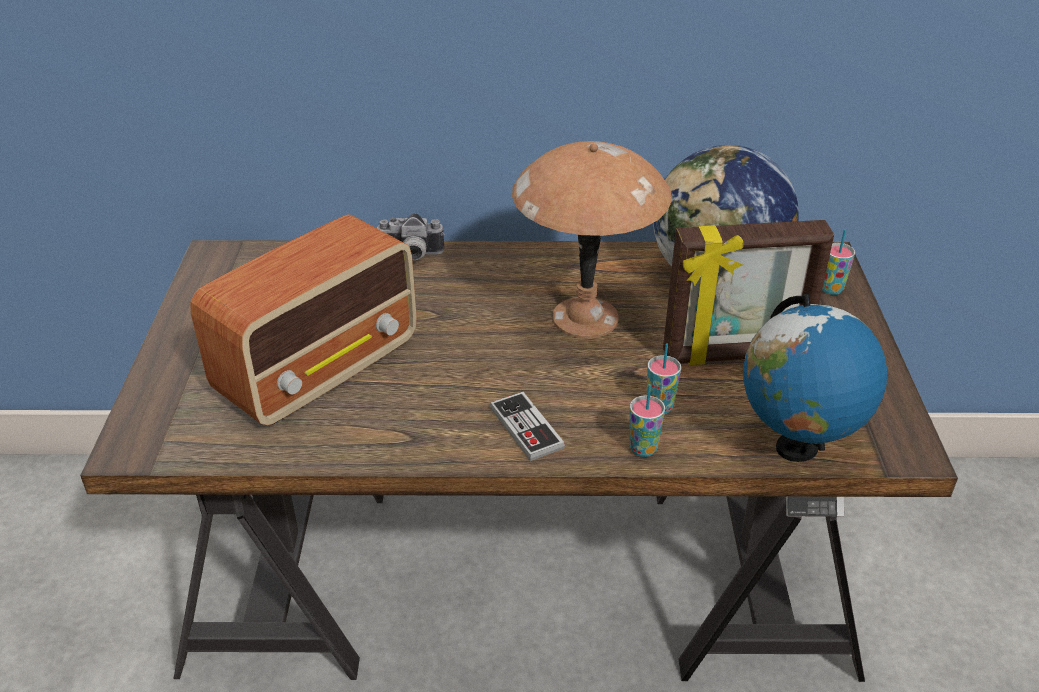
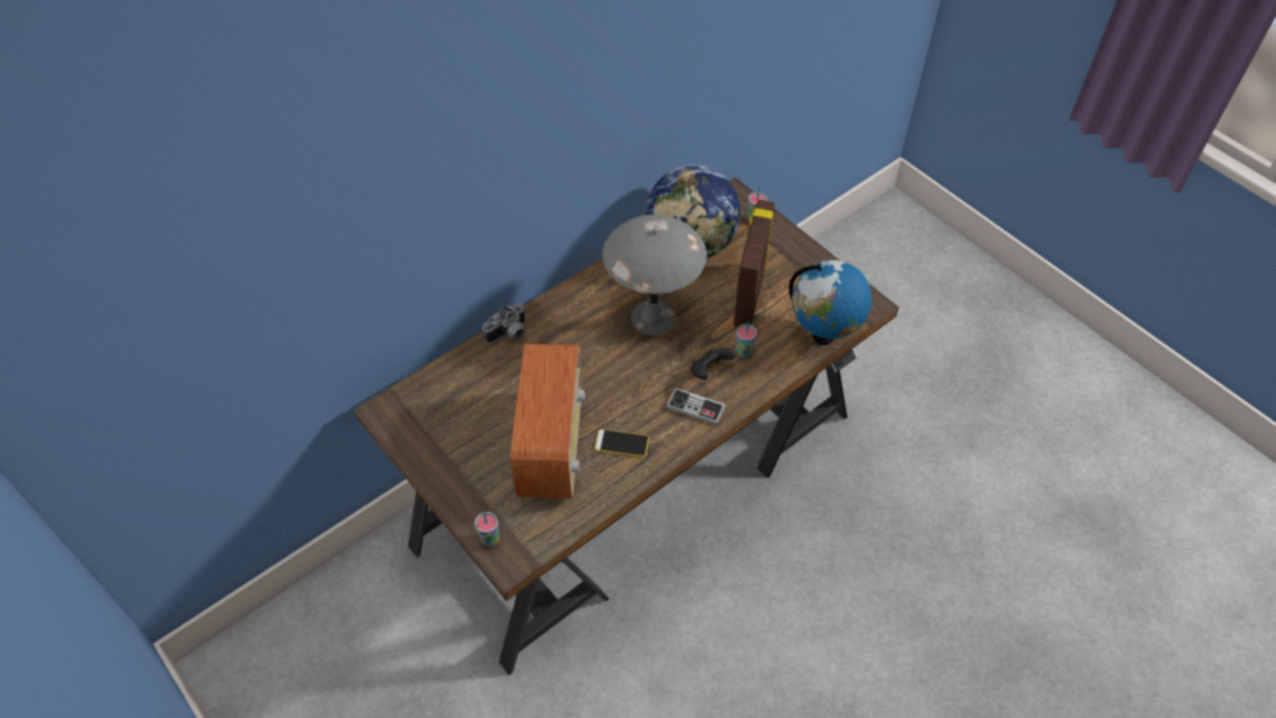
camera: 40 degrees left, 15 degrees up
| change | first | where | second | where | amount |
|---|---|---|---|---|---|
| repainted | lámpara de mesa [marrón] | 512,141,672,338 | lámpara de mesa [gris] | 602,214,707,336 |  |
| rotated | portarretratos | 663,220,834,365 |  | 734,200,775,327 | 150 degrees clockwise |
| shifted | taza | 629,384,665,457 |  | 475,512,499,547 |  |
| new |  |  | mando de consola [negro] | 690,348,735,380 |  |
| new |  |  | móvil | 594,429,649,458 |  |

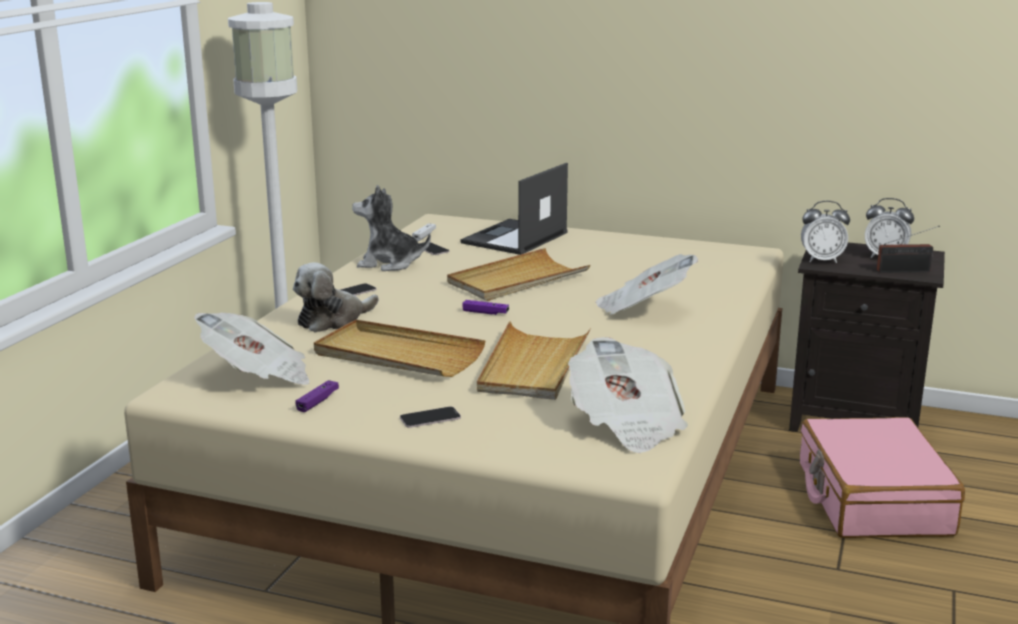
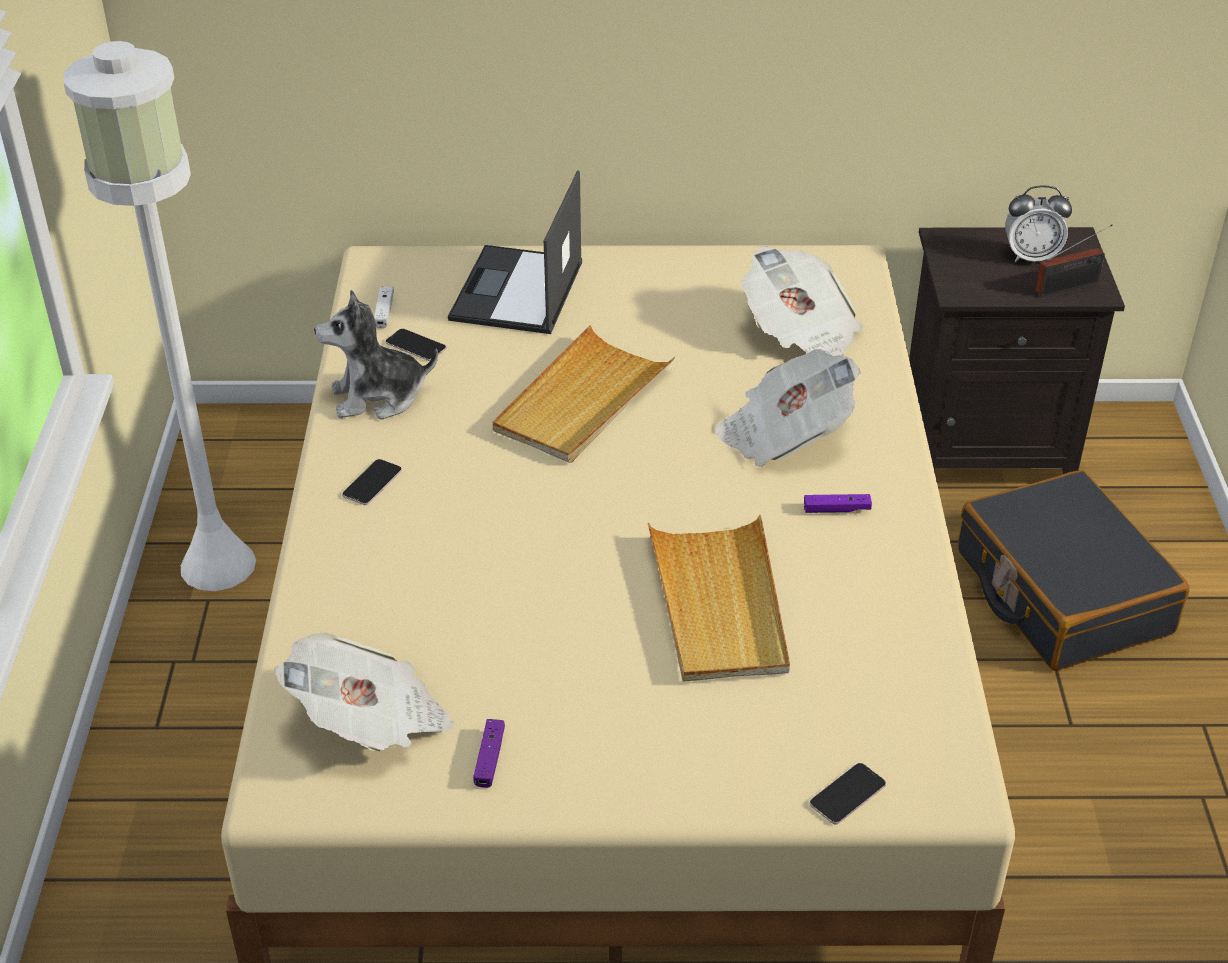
camera: 20 degrees left, 20 degrees up
| change | first | where | second | where | amount |
|---|---|---|---|---|---|
| gone | despertador | 801,201,850,263 |  |  |  |
| gone | peluche | 293,262,379,332 |  |  |  |
| shifted | mando de consola [morado] | 462,300,509,315 |  | 804,494,872,513 |  |
| gone | bandeja [beis] | 314,320,486,377 |  |  |  |
| shifted | periódico | 568,337,688,453 |  | 742,246,863,356 |  |
| shifted | móvil | 400,406,461,428 |  | 809,763,886,824 |  |
| repainted | maleta [rosa] | 800,417,965,538 | maleta [negro] | 958,470,1190,671 |  |

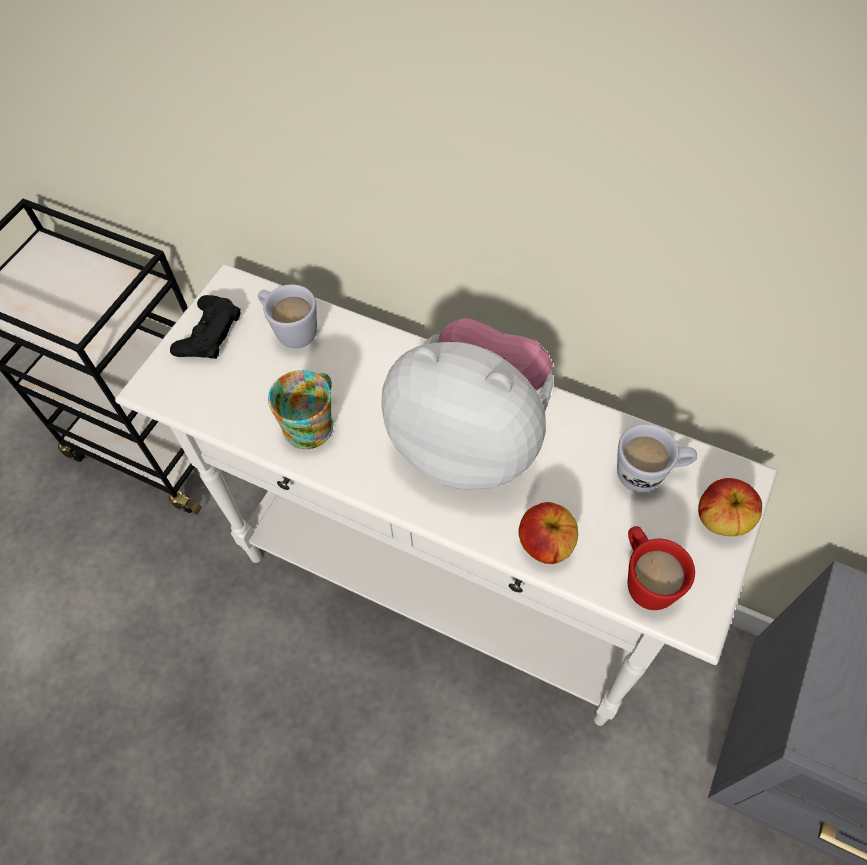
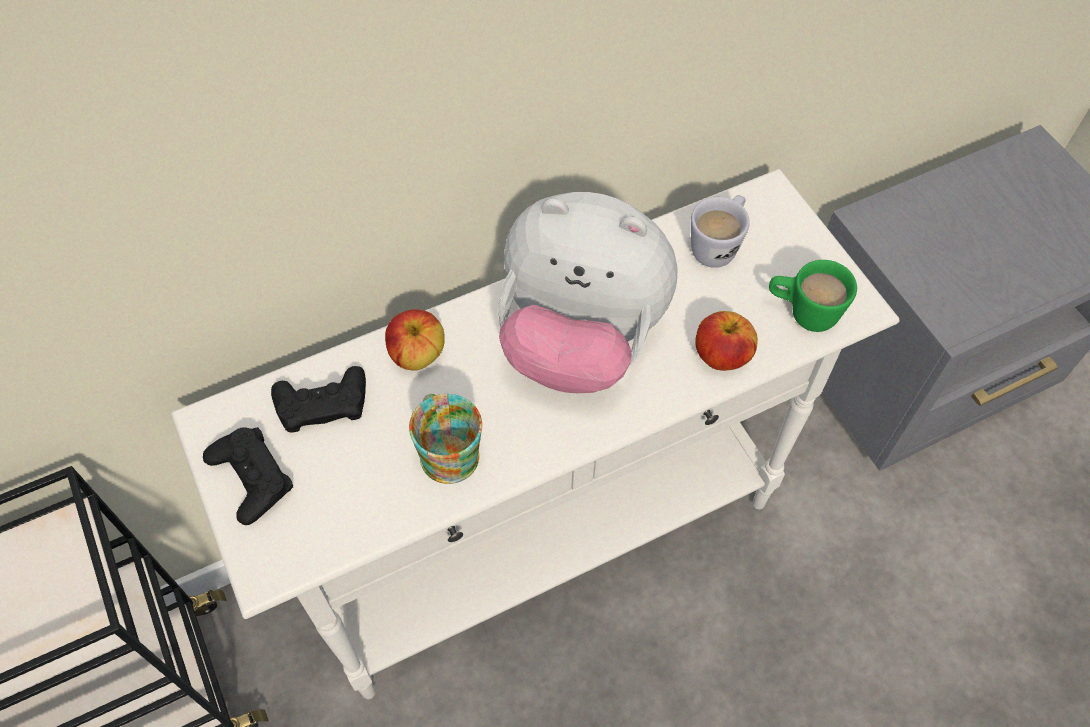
camera: 55 degrees left, 0 degrees up
| change | first | where | second | where | amount |
|---|---|---|---|---|---|
| swapped | taza grande [blanco] | 258,284,317,348 | mando de consola [negro] | 271,366,366,433 |  |
| rotated | peluche | 382,318,554,490 |  | 498,192,678,393 | 135 degrees counterclockwise |
| shifted | manzana | 698,478,762,536 |  | 385,309,445,371 |  |
| repainted | taza grande [rojo] | 628,526,695,610 | taza grande [verde] | 769,260,857,332 |  |

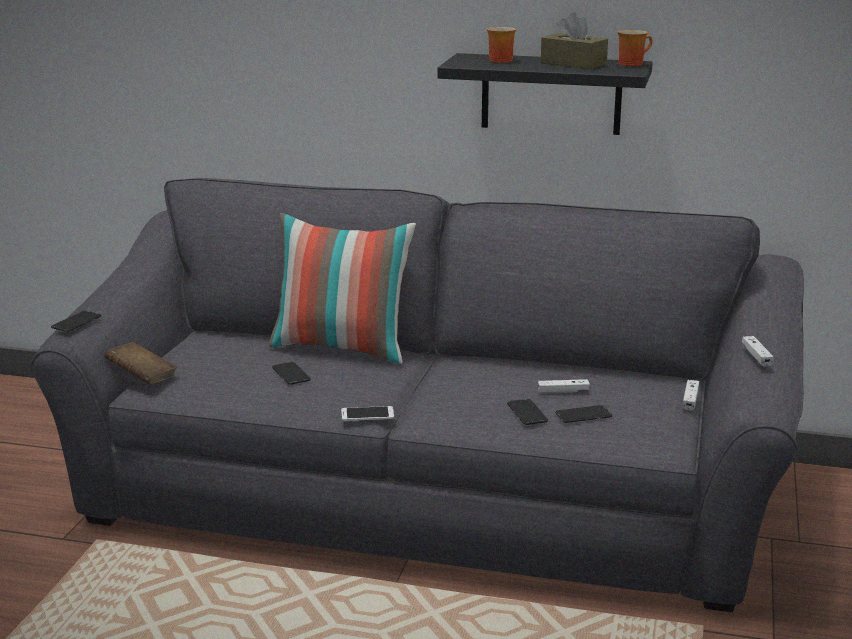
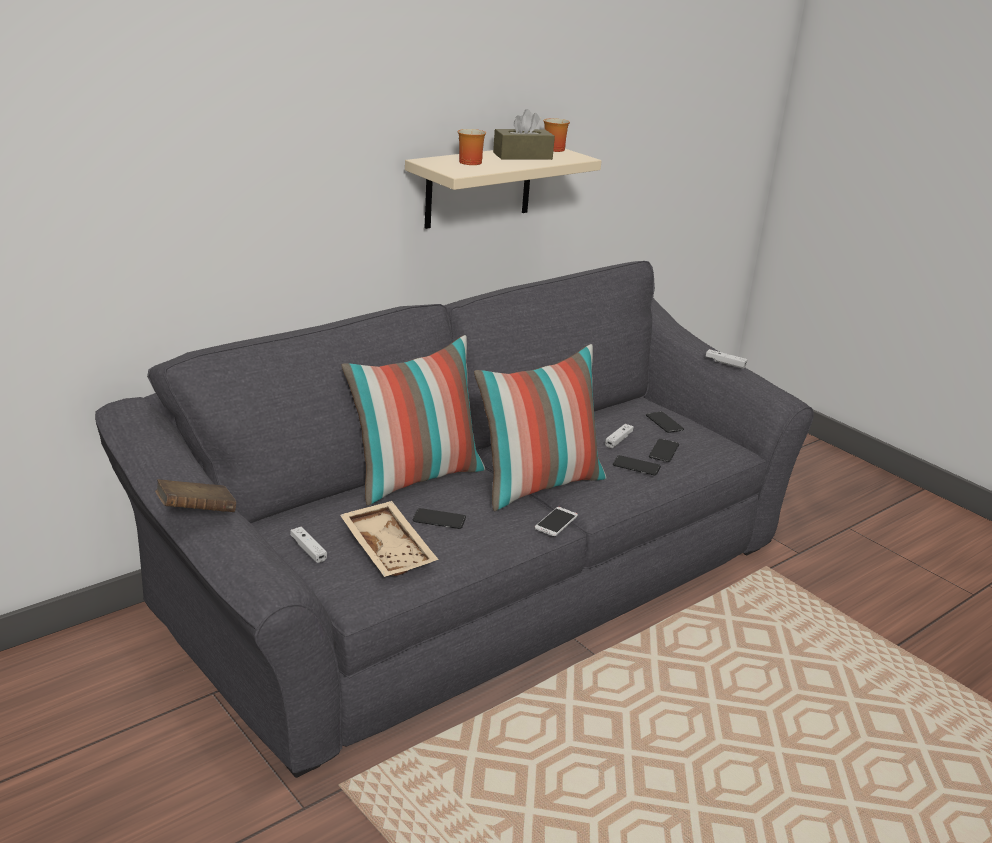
camera: 55 degrees left, 5 degrees up
| change | first | where | second | where | amount |
|---|---|---|---|---|---|
| repainted | estante [negro] | 437,53,653,135 | estante [beis] | 405,149,602,229 |  |
| shifted | móvil | 51,311,101,332 |  | 646,412,684,433 |  |
| shifted | libro [marrón] | 105,342,177,385 |  | 155,479,236,512 |  |
| shifted | mando de consola [blanco] | 683,380,699,410 |  | 290,527,327,563 |  |
| new |  |  | cojín | 474,344,607,511 |  |
| new |  |  | bandeja [beis] | 340,501,439,577 |  |

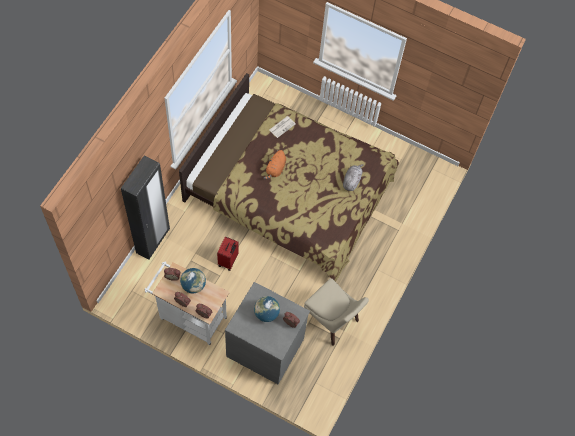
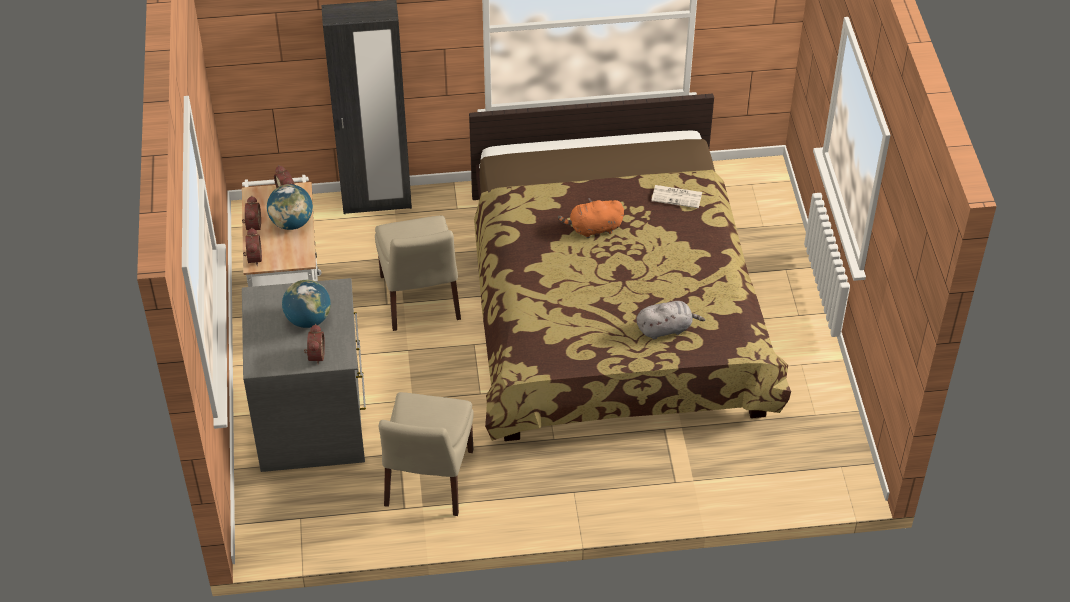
camera: 60 degrees right, 15 degrees down
| change | first | where | second | where | amount |
|---|---|---|---|---|---|
| swapped | maleta [rojo] | 217,237,238,271 | silla [beis] | 375,215,461,331 |  |

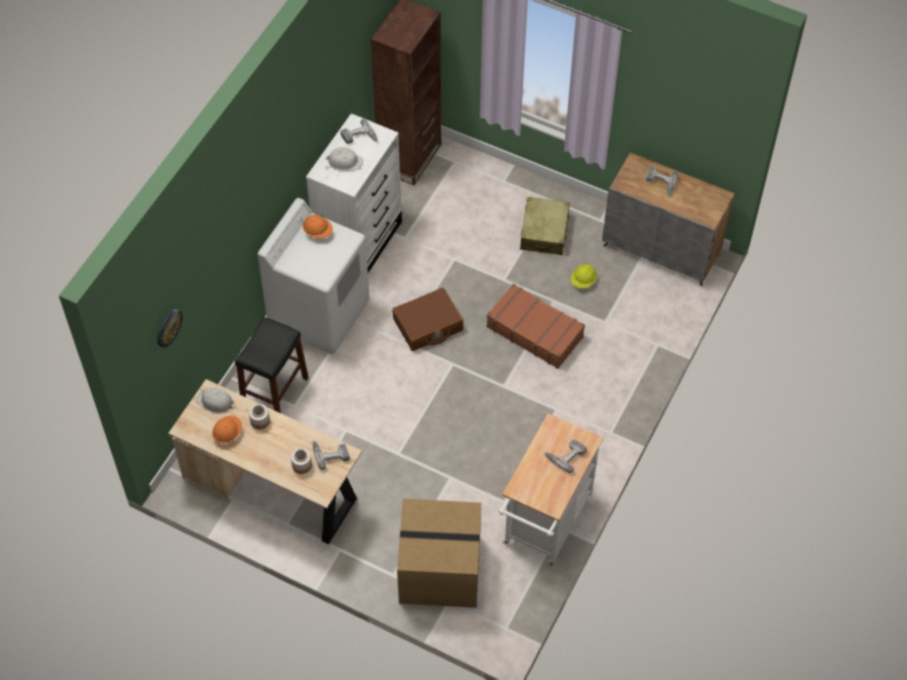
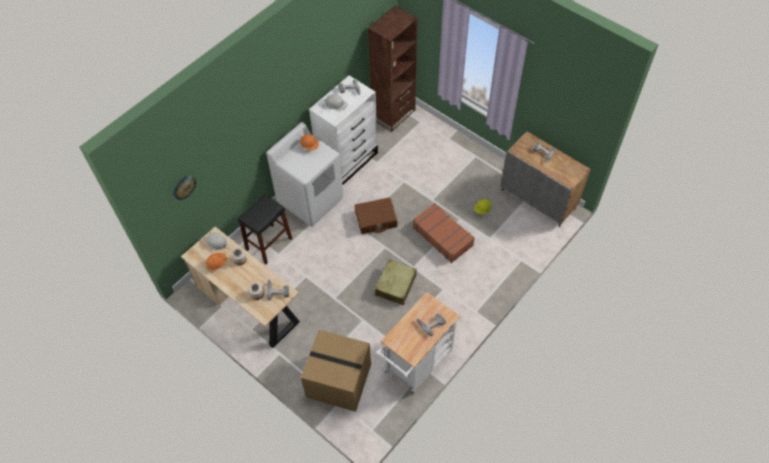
camera: 15 degrees right, 0 degrees up
| change | first | where | second | where | amount |
|---|---|---|---|---|---|
| shifted | maleta [beis] | 520,197,570,255 |  | 375,259,417,305 |  |

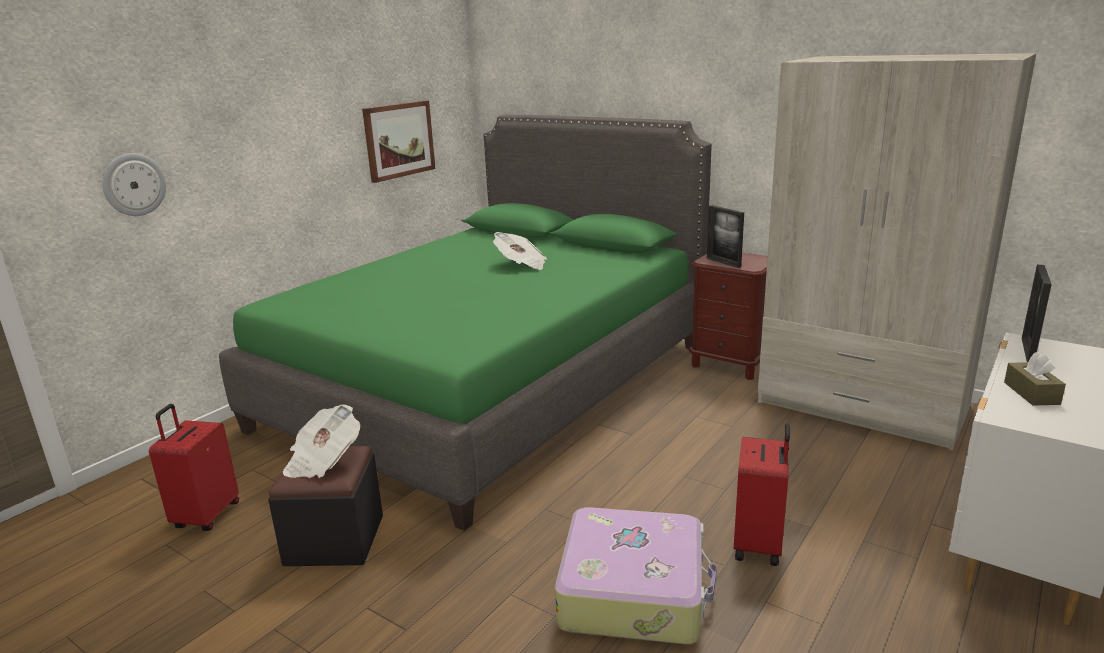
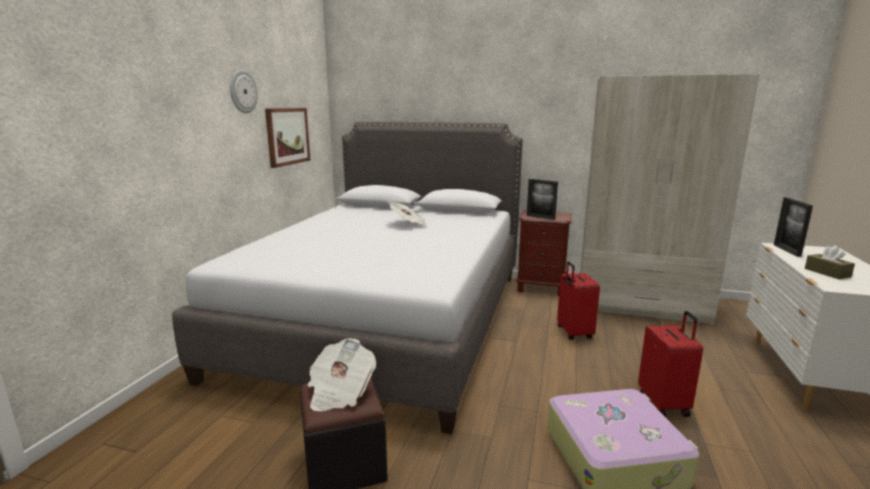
camera: 20 degrees left, 5 degrees down
| change | first | where | second | where | amount |
|---|---|---|---|---|---|
| repainted | cama [verde] | 219,115,712,531 | cama [gris] | 172,122,523,434 |  |
| shifted | reloj de pared | 102,153,166,216 |  | 230,70,258,113 |  |
| shifted | maleta [rojo] | 149,404,239,531 |  | 557,261,600,340 |  |

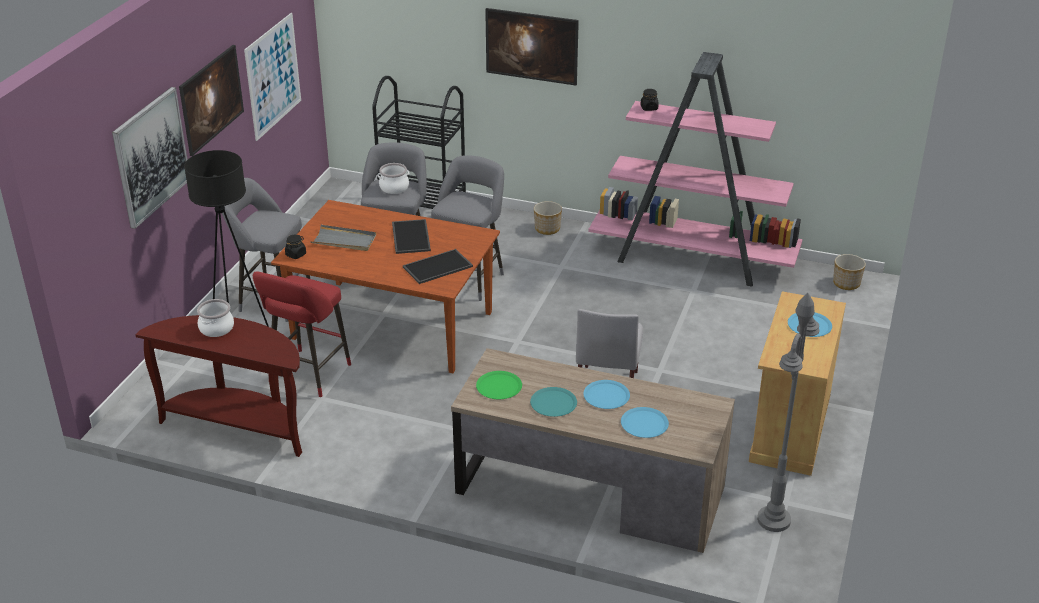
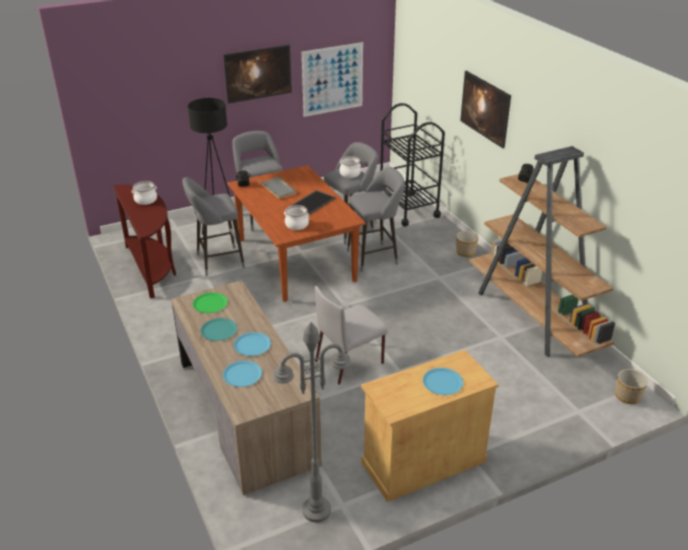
camera: 45 degrees right, 0 degrees up
| change | first | where | second | where | amount |
|---|---|---|---|---|---|
| repainted | estantería [rosa] | 588,52,803,287 | estantería [marrón] | 469,146,615,357 |  |
| gone | cuadro | 112,87,187,229 |  |  |  |
| swapped | bandeja | 403,249,473,284 | olla | 284,205,309,230 |  |
| repainted | taburete [rojo] | 253,271,351,397 | taburete [gris] | 182,177,245,276 |  |

